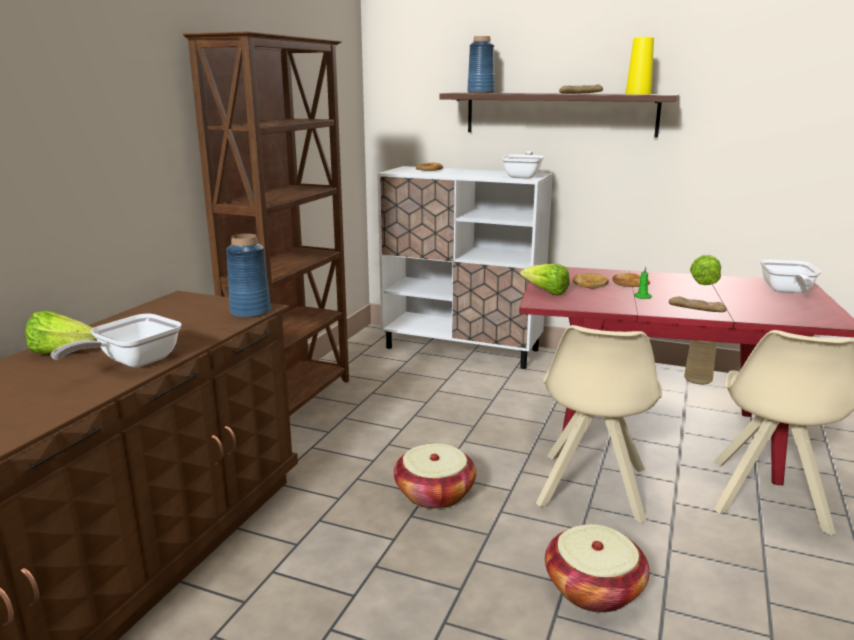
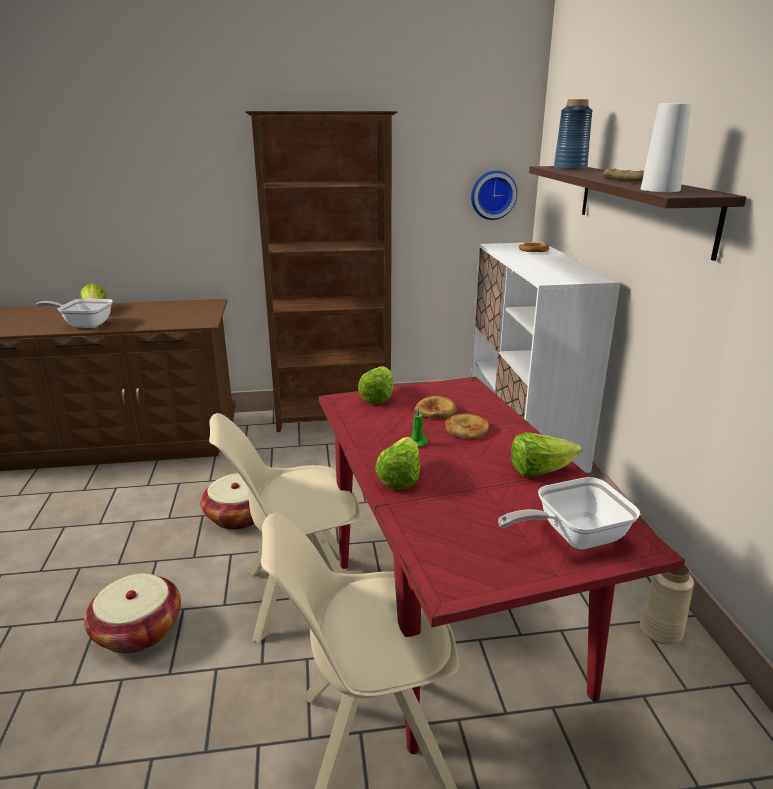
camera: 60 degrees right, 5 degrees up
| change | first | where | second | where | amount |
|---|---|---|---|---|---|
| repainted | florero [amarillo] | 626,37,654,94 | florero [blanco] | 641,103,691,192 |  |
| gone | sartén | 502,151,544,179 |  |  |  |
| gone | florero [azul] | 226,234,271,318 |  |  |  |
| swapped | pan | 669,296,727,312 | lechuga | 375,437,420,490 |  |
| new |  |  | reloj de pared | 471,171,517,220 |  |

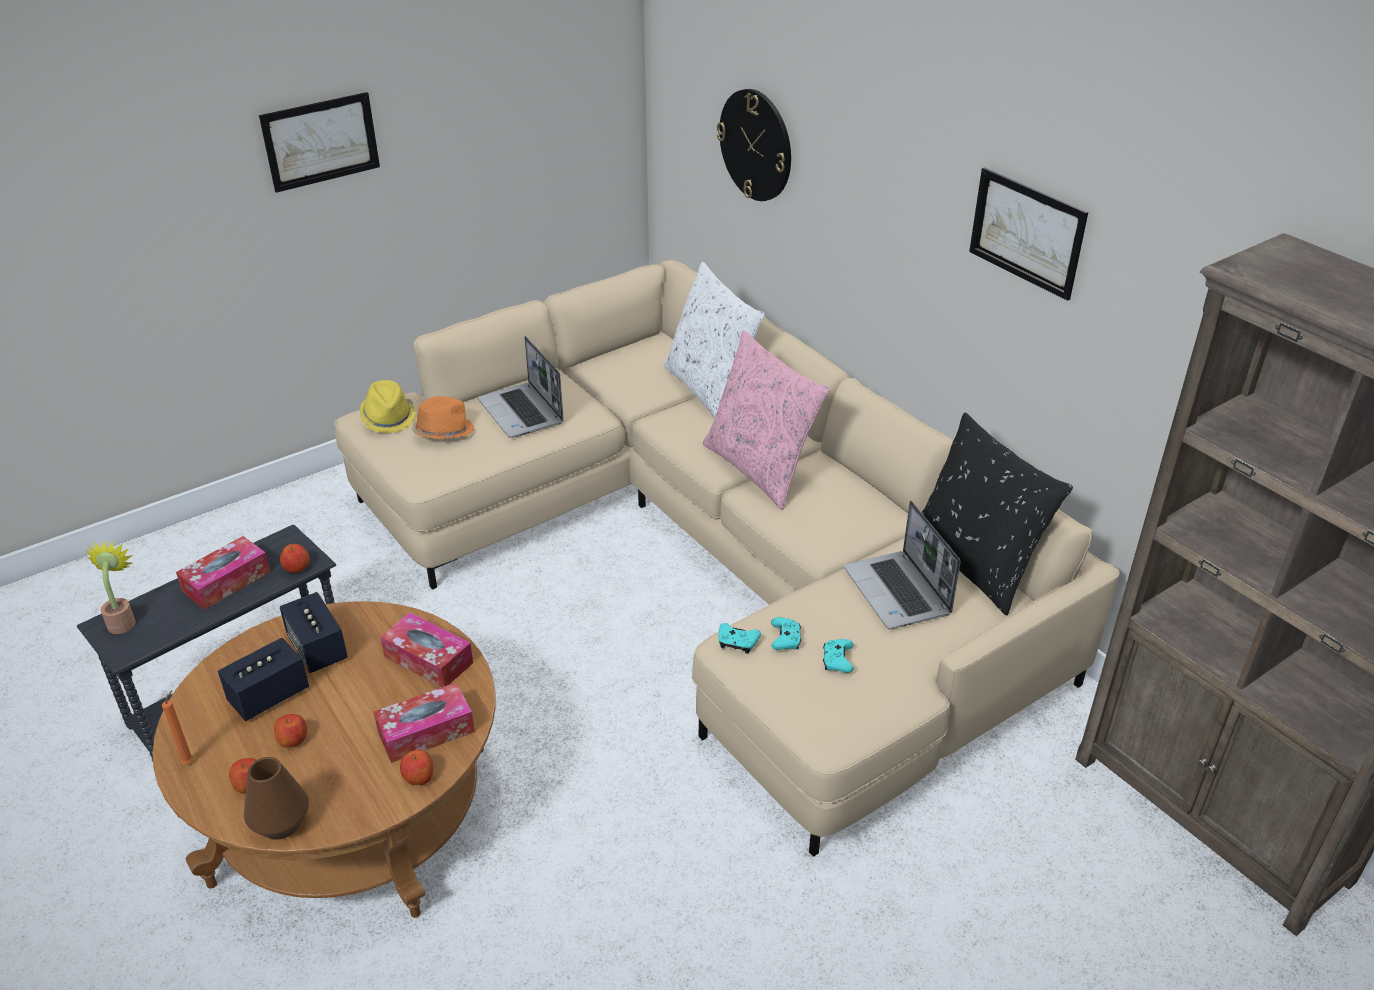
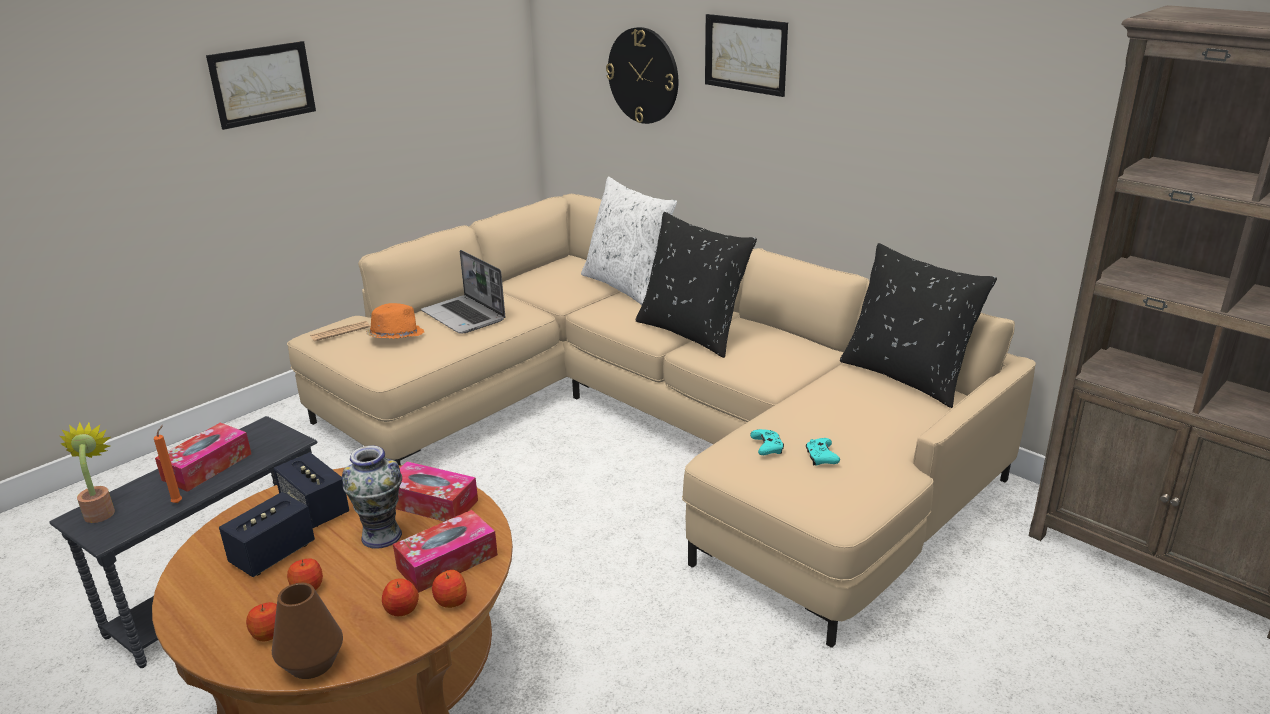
camera: 10 degrees left, 10 degrees down
| change | first | where | second | where | amount |
|---|---|---|---|---|---|
| shifted | cuadro | 969,167,1088,301 |  | 705,14,788,97 |  |
| repainted | cojín [rosa] | 703,330,830,510 | cojín [negro] | 636,212,757,358 |  |
| swapped | sombrero [amarillo] | 360,380,416,433 | periódico | 310,321,370,341 |  |
| gone | portátil | 844,501,961,629 |  |  |  |
| shifted | manzana | 280,544,310,573 |  | 382,578,419,616 |  |
| gone | mando de consola [turquesa] | 719,623,761,654 |  |  |  |
| shifted | vela [naranja] | 162,690,193,764 |  | 154,425,182,503 |  |
| new |  |  | florero | 342,445,402,549 |  |

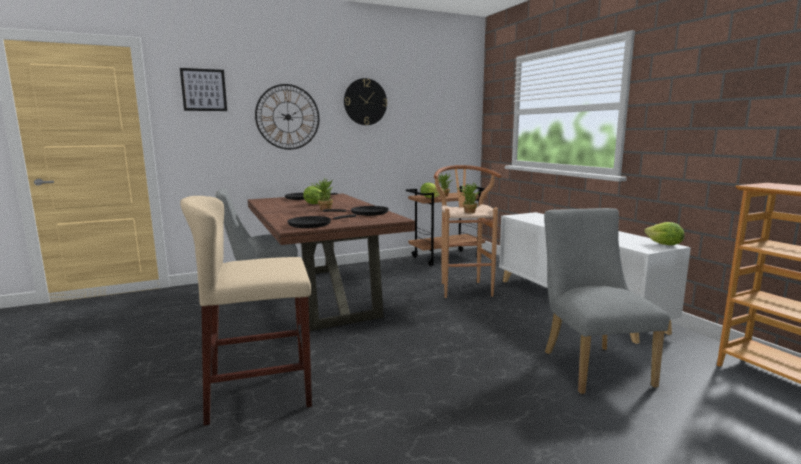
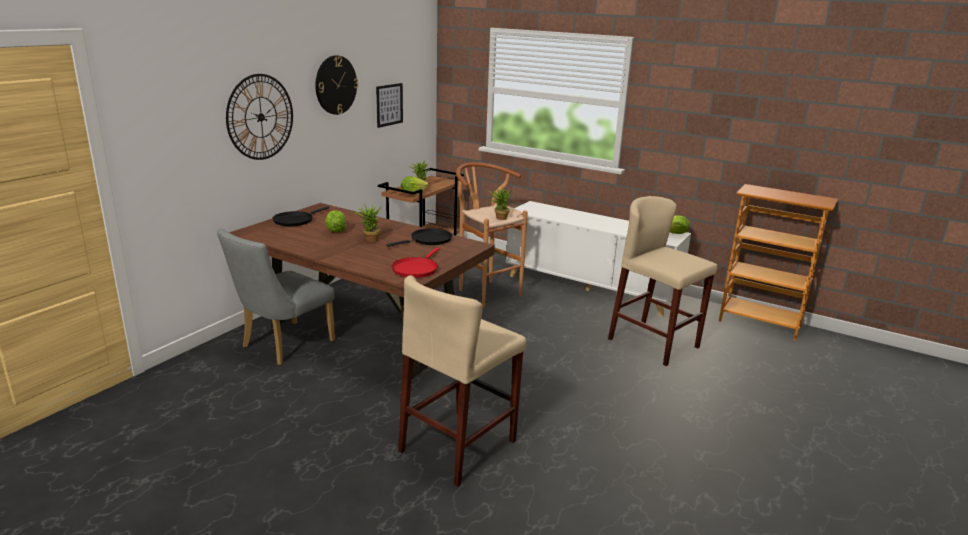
camera: 35 degrees left, 10 degrees up
| change | first | where | second | where | amount |
|---|---|---|---|---|---|
| shifted | cuadro | 180,68,227,111 |  | 376,83,403,128 |  |
| swapped | silla [gris] | 544,208,669,394 | taburete [beis] | 608,196,717,366 |  |
| repainted | sartén [negro] | 287,214,356,228 | sartén [rojo] | 392,248,439,278 |  |

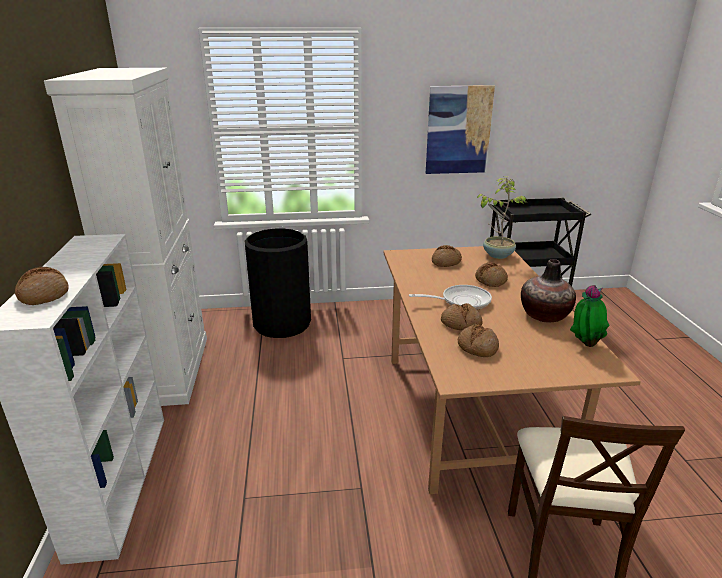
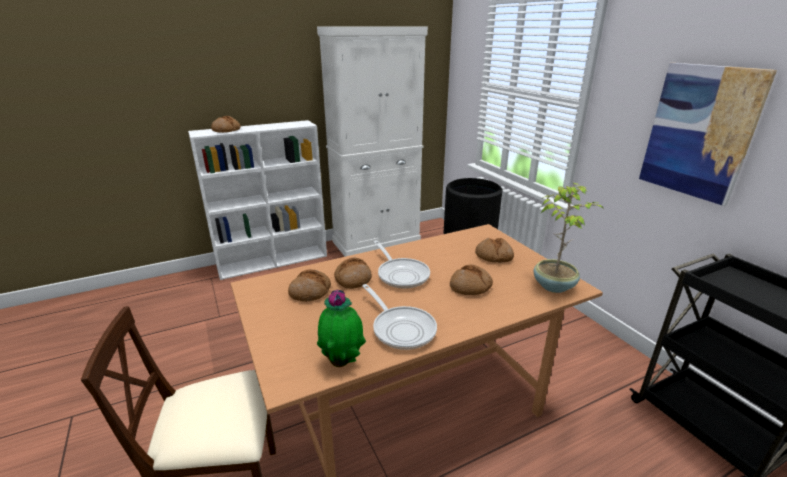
camera: 70 degrees right, 0 degrees up
| change | first | where | second | where | amount |
|---|---|---|---|---|---|
| swapped | florero | 521,259,576,322 | sartén | 362,284,437,350 |  |

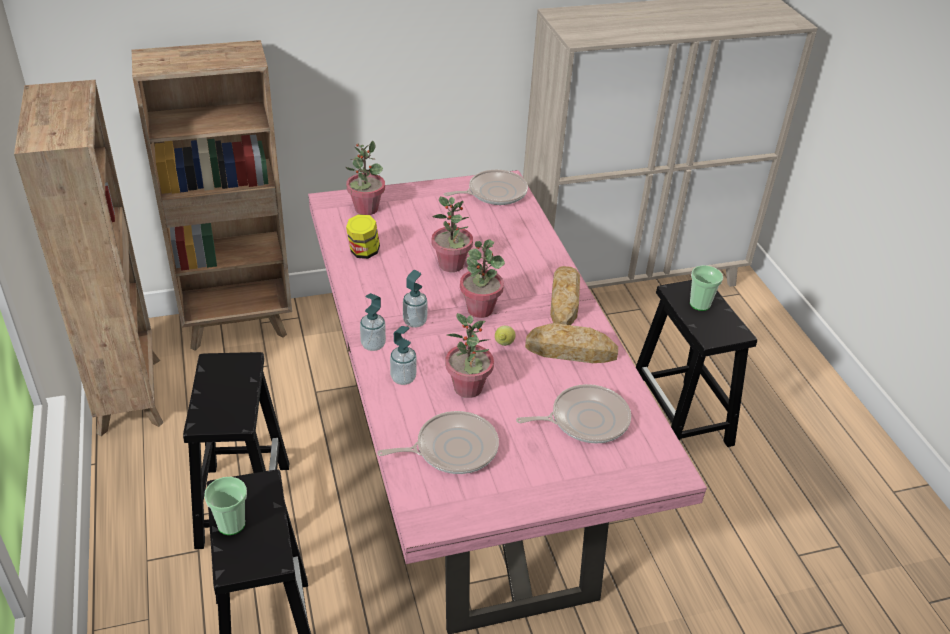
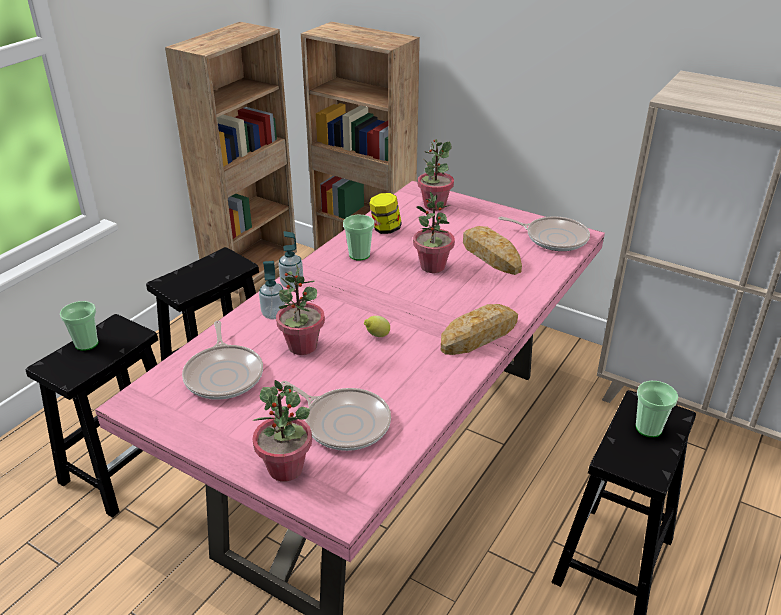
camera: 50 degrees right, 5 degrees down
| change | first | where | second | where | amount |
|---|---|---|---|---|---|
| shifted | planta en maceta | 460,239,505,318 |  | 253,380,312,482 |  |
| gone | dispensador de jabón | 403,270,428,328 |  |  |  |
| shifted | pan | 525,323,618,363 |  | 463,226,522,275 |  |
| rotated | sartén | 377,411,499,474 |  | 182,321,263,400 | 45 degrees clockwise |
| new |  |  | taza | 343,215,375,261 |  |

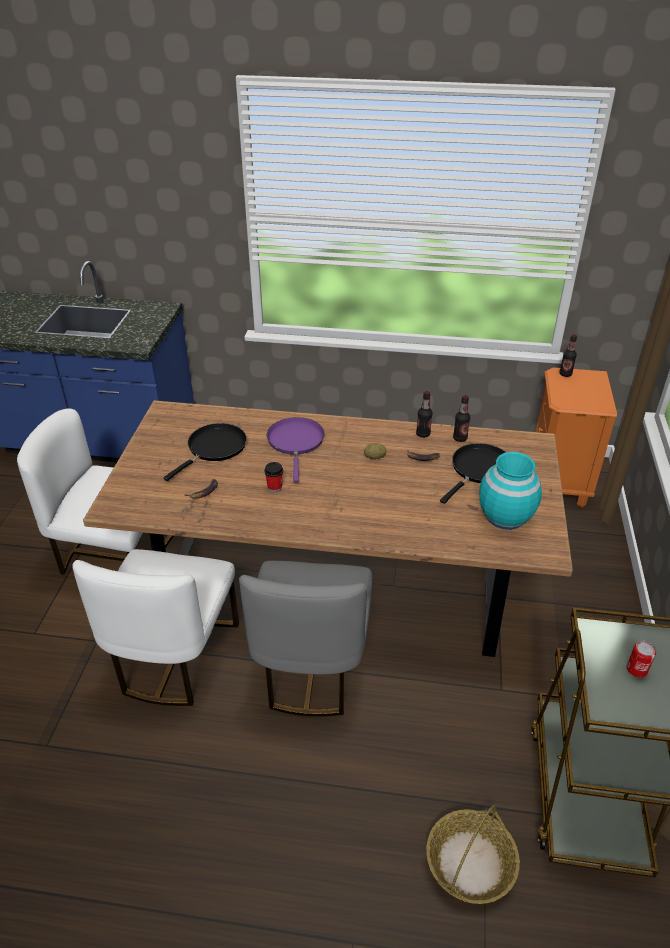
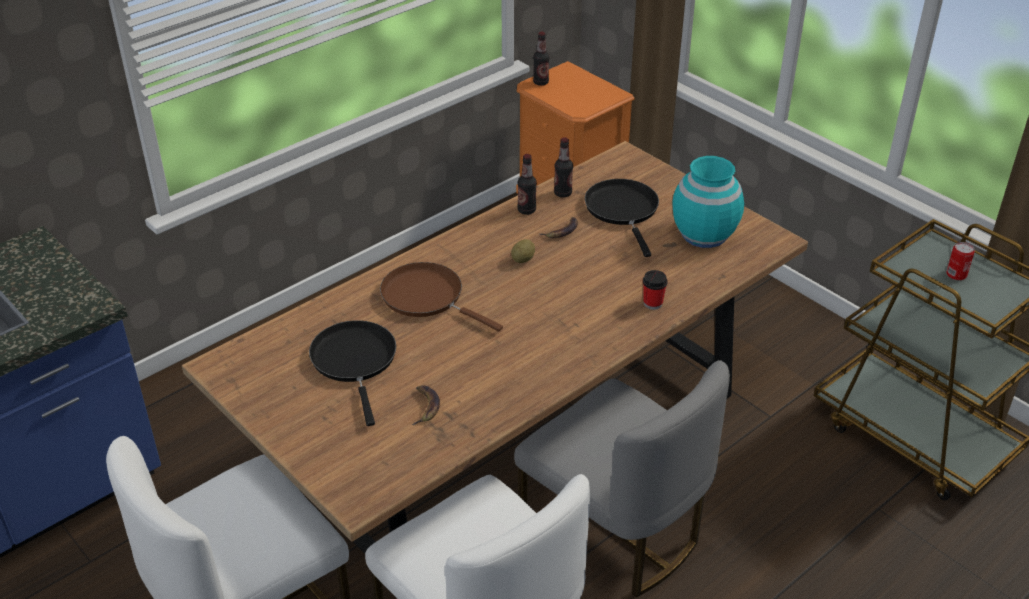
camera: 50 degrees left, 0 degrees up
| change | first | where | second | where | amount |
|---|---|---|---|---|---|
| repainted | sartén [morado] | 267,417,325,482 | sartén [marrón] | 380,262,503,332 |  |
| shifted | taza | 264,462,283,492 |  | 643,270,668,310 |  |
| gone | cesta | 426,805,520,904 |  |  |  |

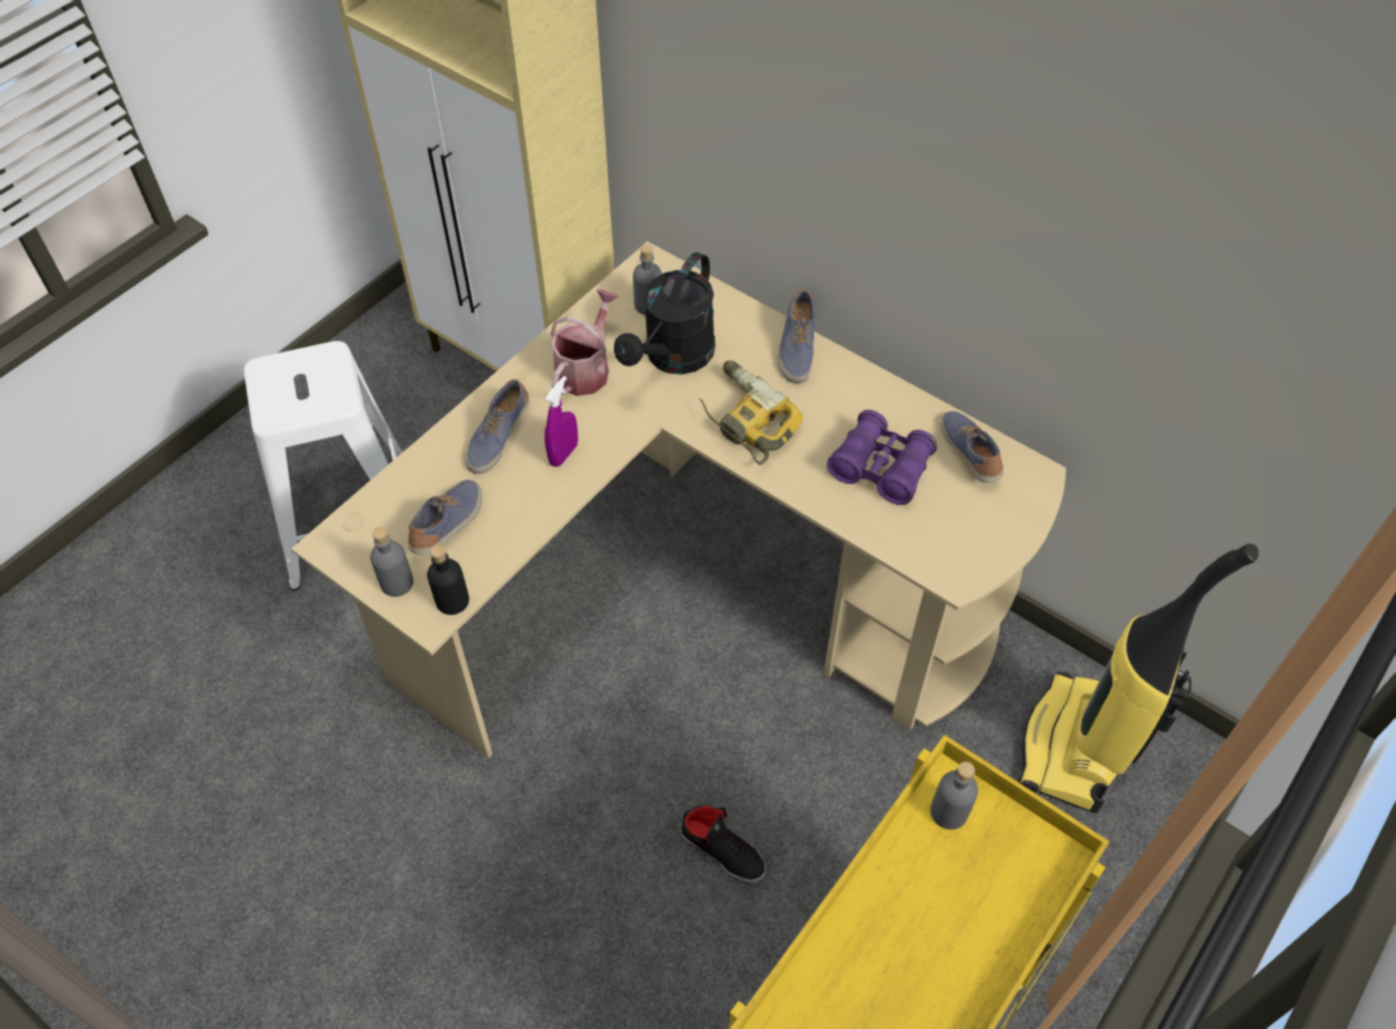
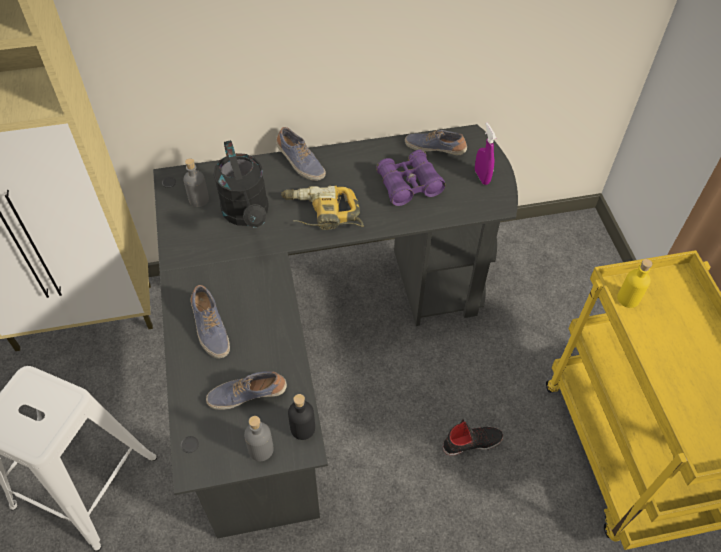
camera: 50 degrees left, 0 degrees up
| change | first | where | second | where | amount |
|---|---|---|---|---|---|
| repainted | escritorio [beis] | 291,241,1066,758 | escritorio [negro] | 153,124,518,539 |  |
| gone | regadera | 551,289,619,396 |  |  |  |
| shifted | pulverizador [morado] | 545,376,578,467 |  | 475,123,496,185 |  |
| rotated | zapato | 408,480,482,555 |  | 206,371,287,410 | 75 degrees counterclockwise |
| gone | aspiradora | 1020,544,1259,813 |  |  |  |
| repainted | botella [gris] | 931,762,978,830 | botella [amarillo] | 617,259,652,308 |  |

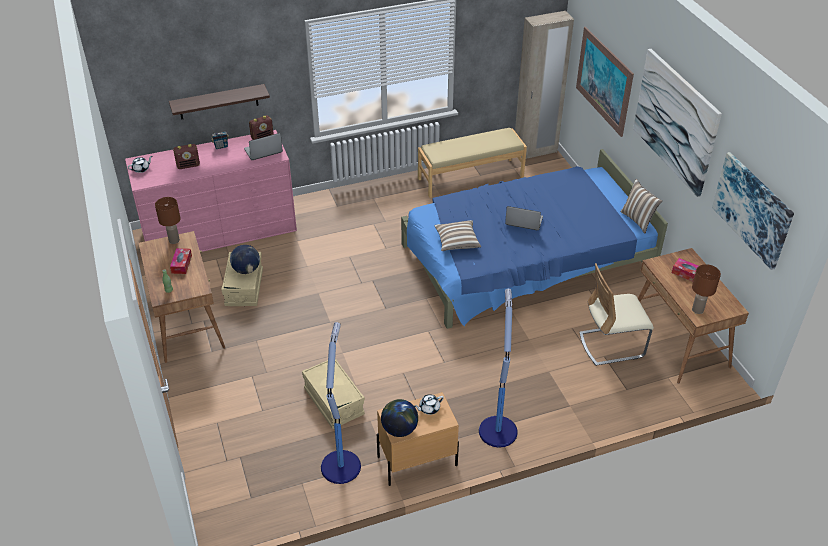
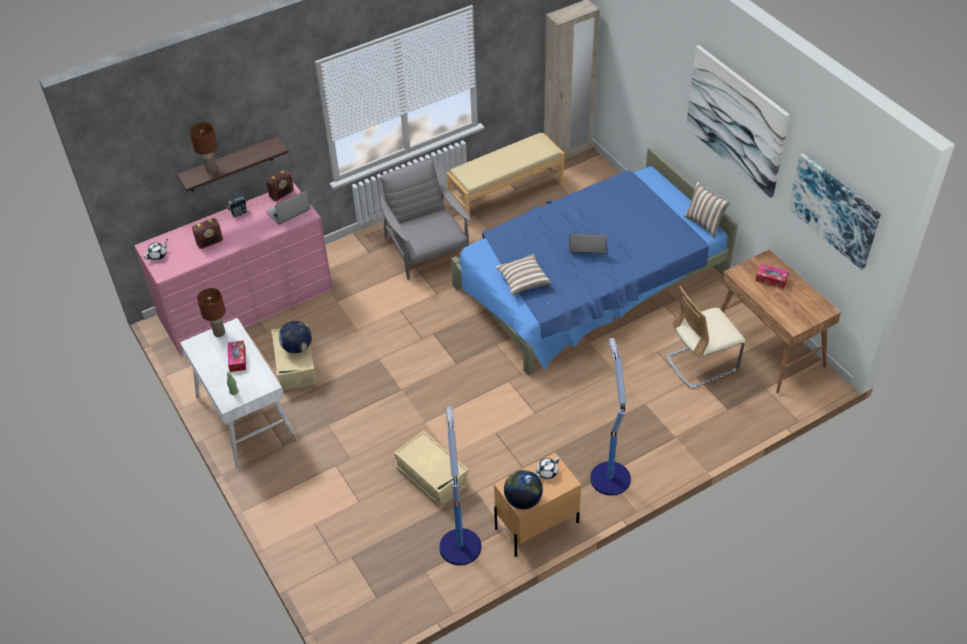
camera: 10 degrees left, 5 degrees up
| change | first | where | second | where | amount |
|---|---|---|---|---|---|
| gone | cuadro | 576,27,634,137 |  |  |  |
| repainted | escritorio [marrón] | 139,231,226,363 | escritorio [blanco] | 180,318,297,468 |  |
| shifted | lámpara de mesa [marrón] | 692,264,721,314 |  | 189,122,217,174 |  |
| new |  |  | sillón [gris] | 380,160,471,280 |  |

